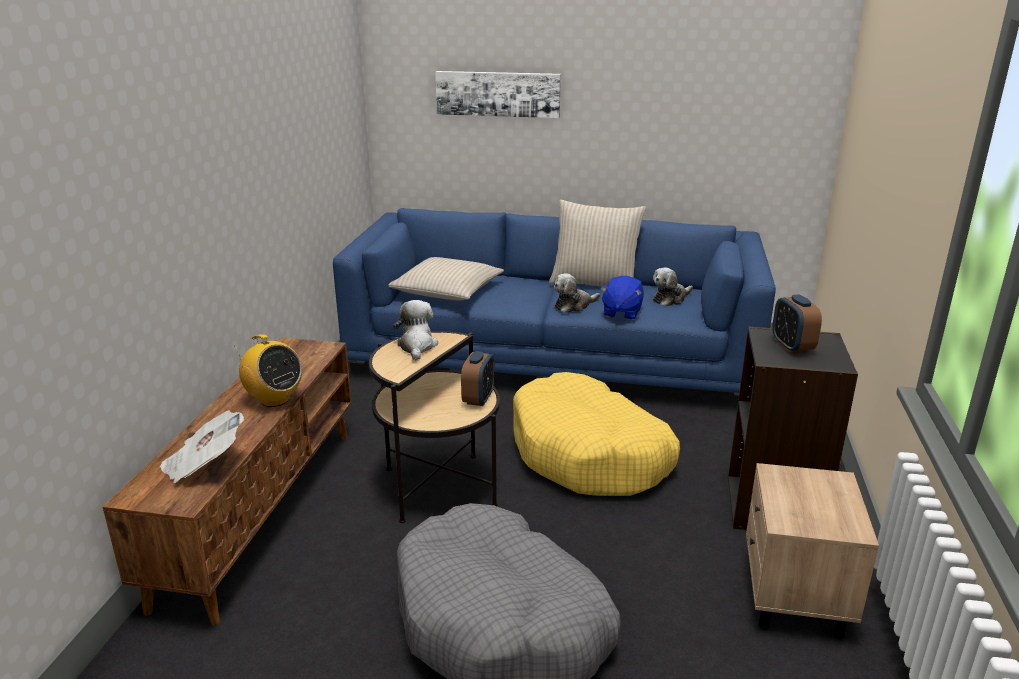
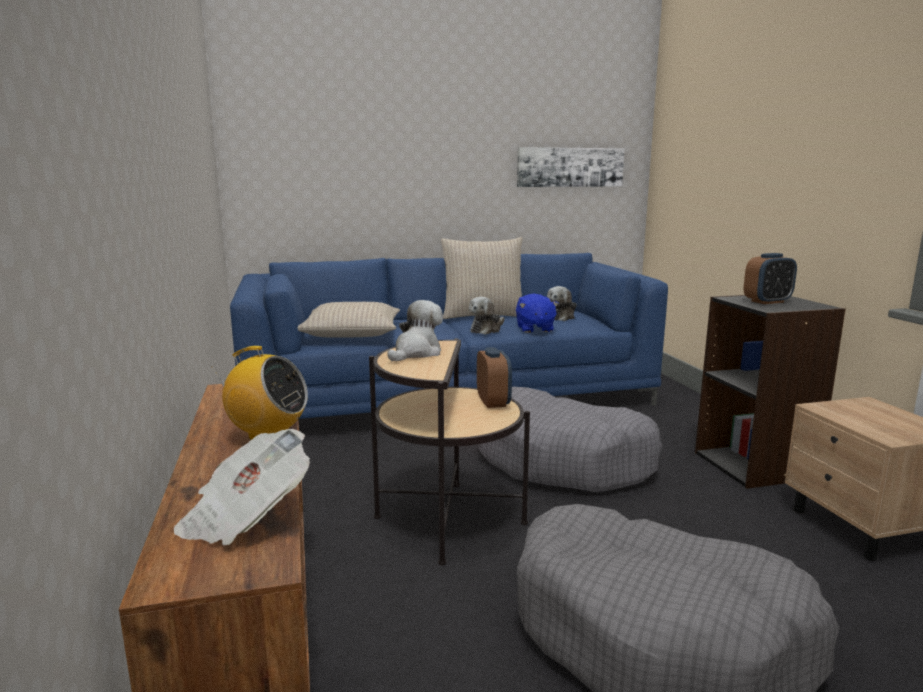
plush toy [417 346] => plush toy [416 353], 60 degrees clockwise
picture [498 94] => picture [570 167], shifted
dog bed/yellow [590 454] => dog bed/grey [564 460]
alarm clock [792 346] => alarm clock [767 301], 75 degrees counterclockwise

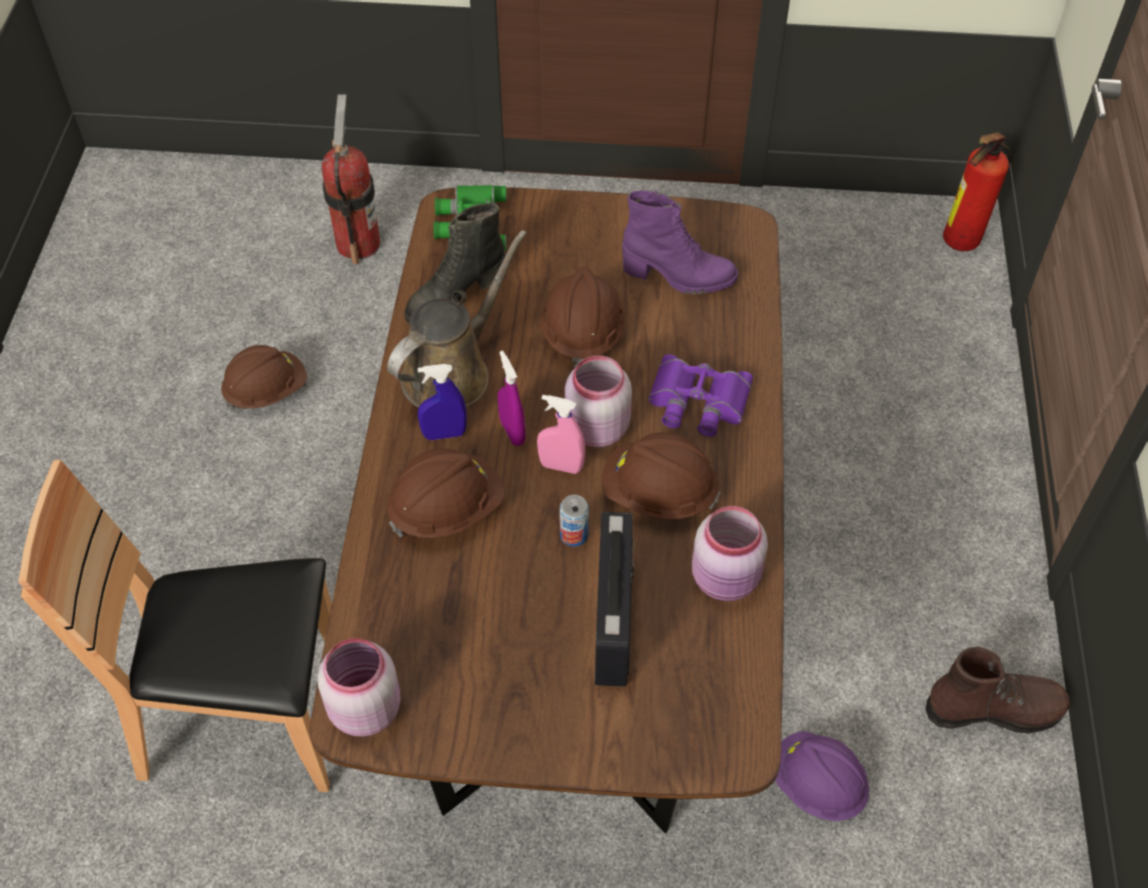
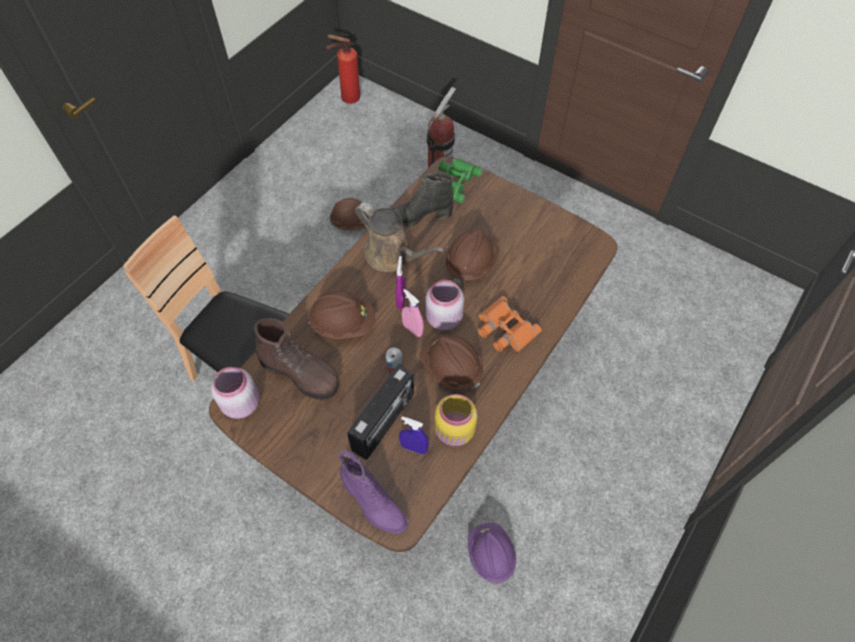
watering can/brown [452 372] => watering can/brown [393 255], 60 degrees clockwise
spray bottle/blue [444 434] => spray bottle/blue [414 448], shifted
boot/purple [678 277] => boot/purple [373 505], shifted
binoculars/purple [697 403] => binoculars/orange [504 329]
jar/pink [727 580] => jar/yellow [455 432]
boot/brown [993 710] => boot/brown [300 373], shifted
fire extinguisher [957 243] => fire extinguisher [347 99], shifted

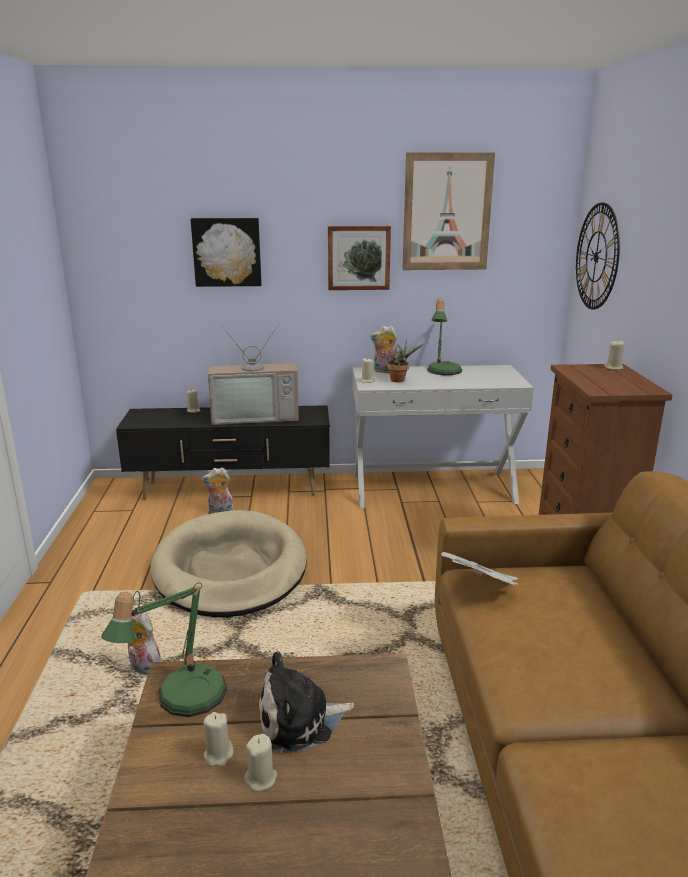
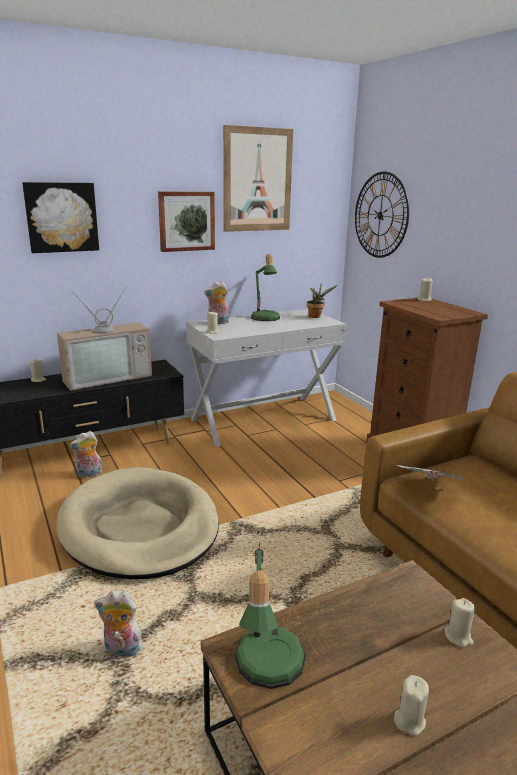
candle/beige [218 755] => candle/beige [458 636], shifted
plush toy [300 721] => nothing
potted plant [400 380] => potted plant [316 316], shifted

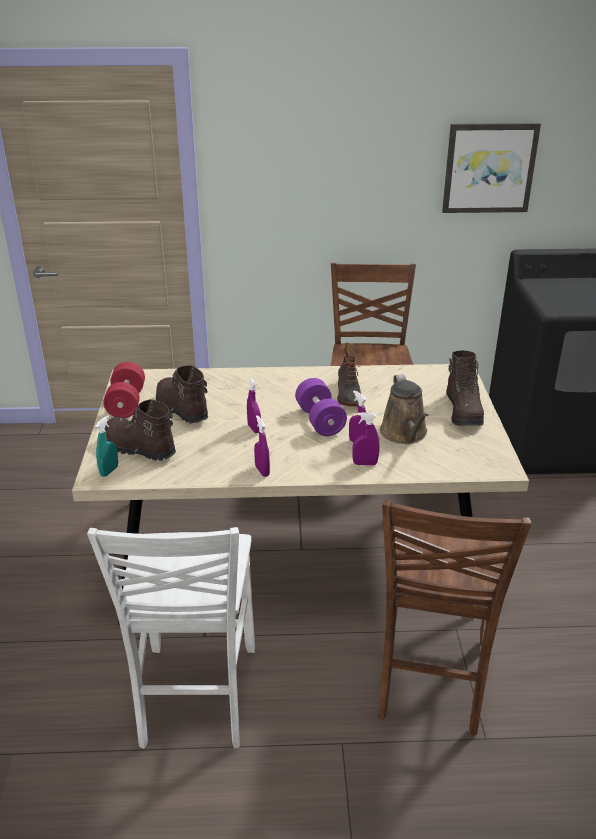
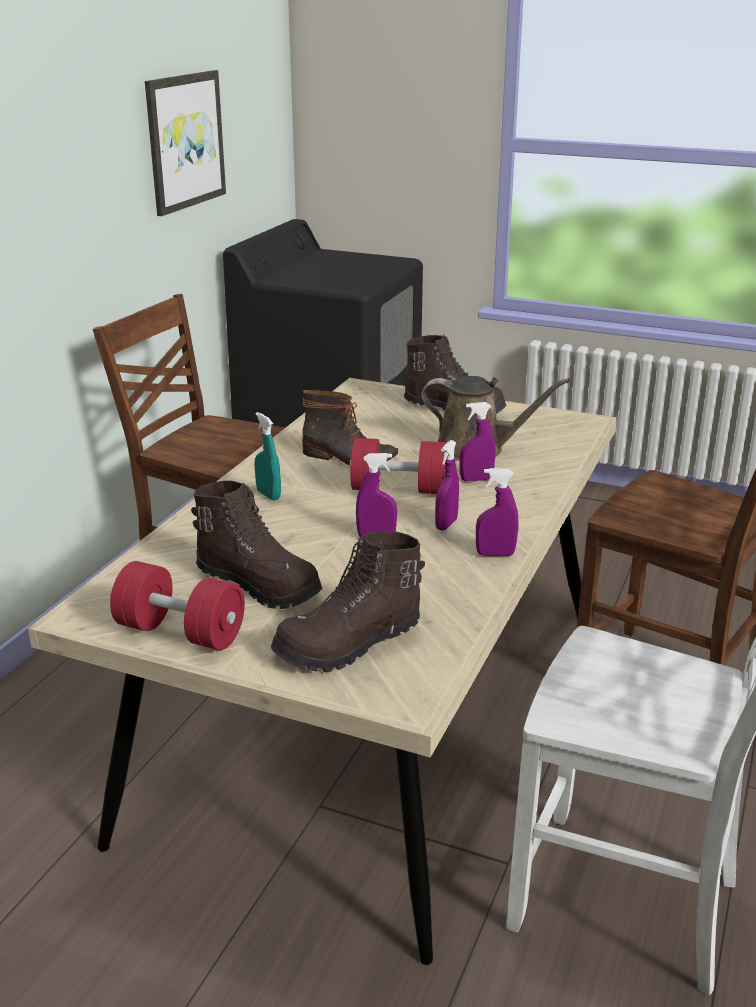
spray bottle/turquoise [109 471] => spray bottle/turquoise [268 495], shifted
boot/brown [181 410] => boot/brown [259 584], 135 degrees counterclockwise
dumbbell/purple [320 420] => dumbbell/red [398 489]
spray bottle/purple [365 464] => spray bottle/purple [446 524], shifted

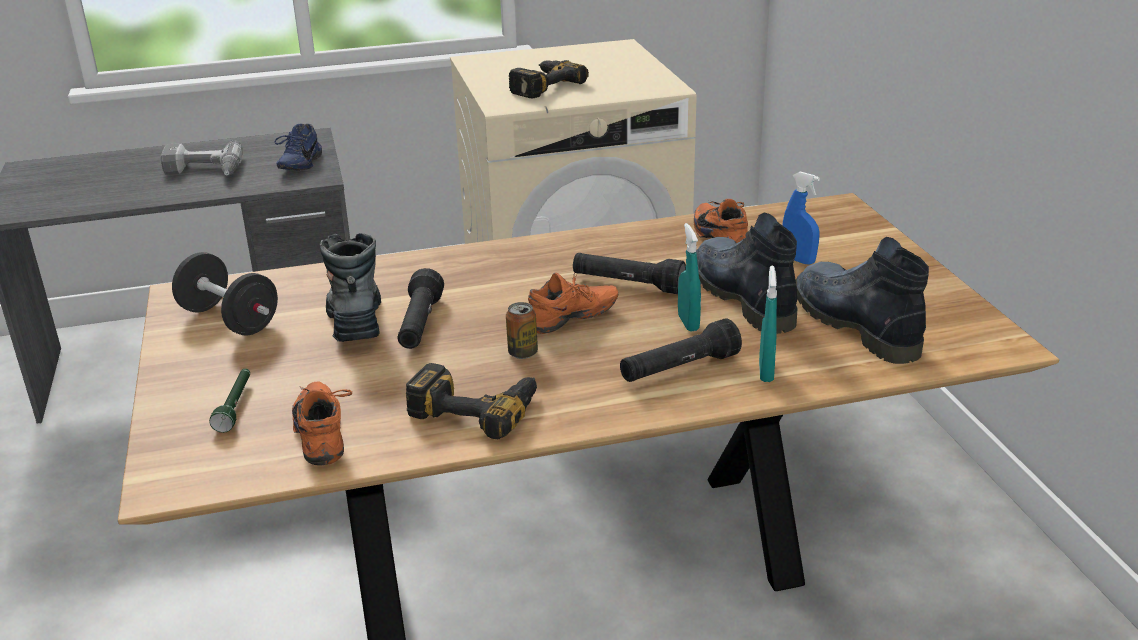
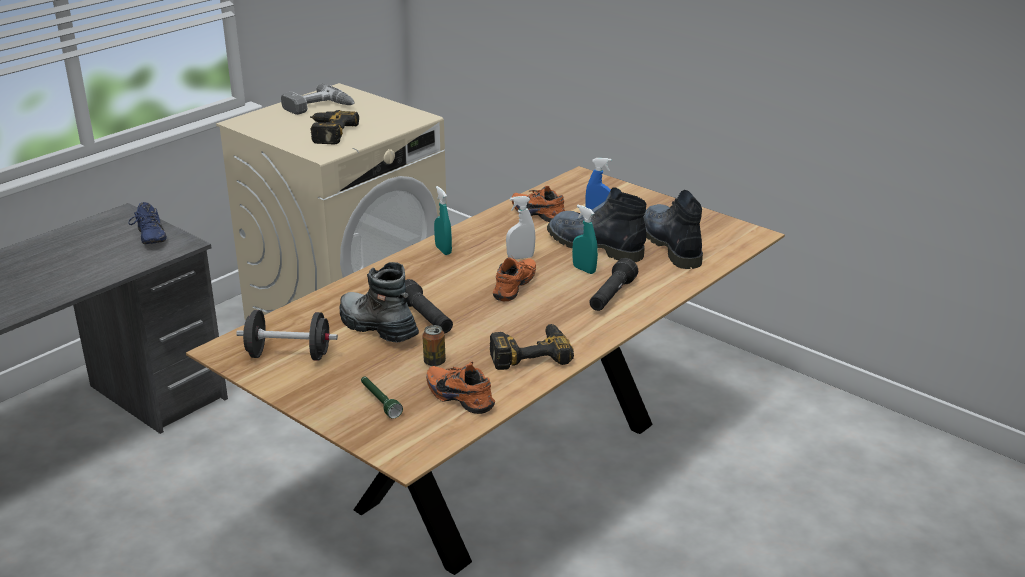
power drill [203 171] => power drill [319 108], shifted
can [522 353] => can [434 362], shifted
flashlight/black [628 285] => spray bottle/white [520 257]
spray bottle/turquoise [766 372] => spray bottle/turquoise [443 250], shifted
boot [853 323] => boot [670 244], 45 degrees clockwise

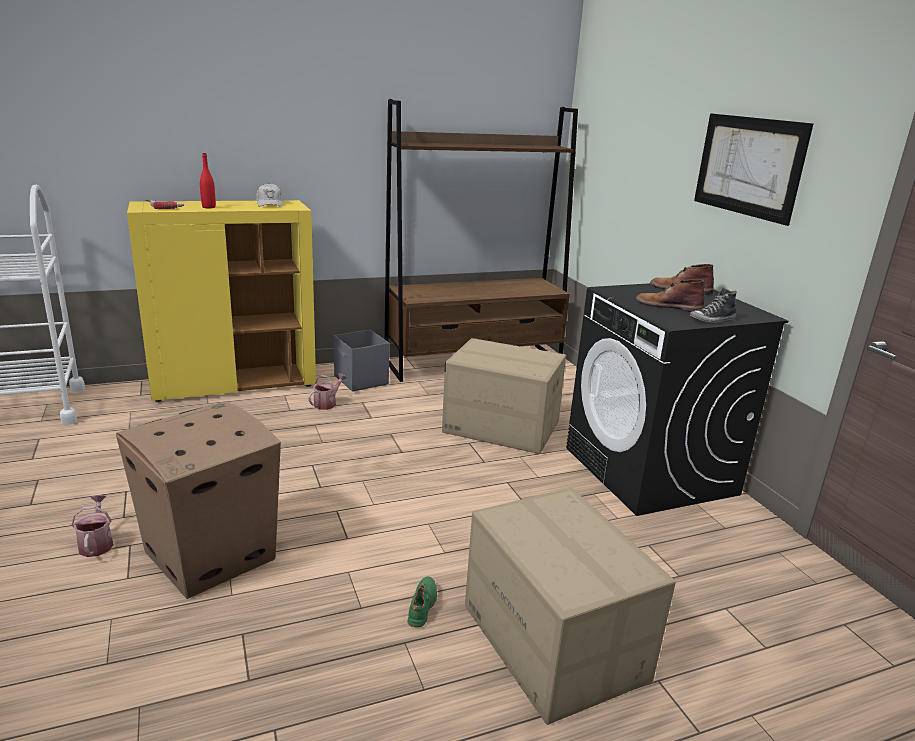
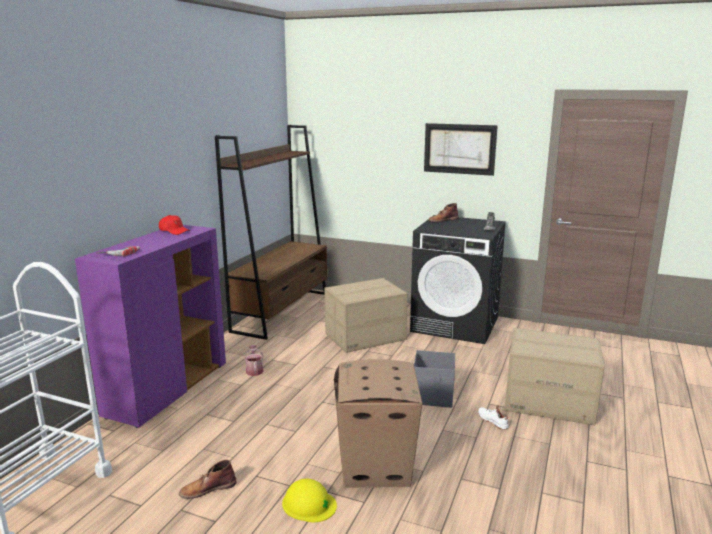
watering can [97 543] => hard hat/yellow [309 504]
cabinet/yellow [235 384] => cabinet/purple [168 390]
bottle/red [208 207] => nothing
cap/white [270 203] => cap/red [174 231]
storage box/grey [361 380] => storage box/grey [433 397], shifted
shoe/green [423 606] => shoe/white [493 421]
boot/brown [668 306] => boot/brown [207 489], shifted

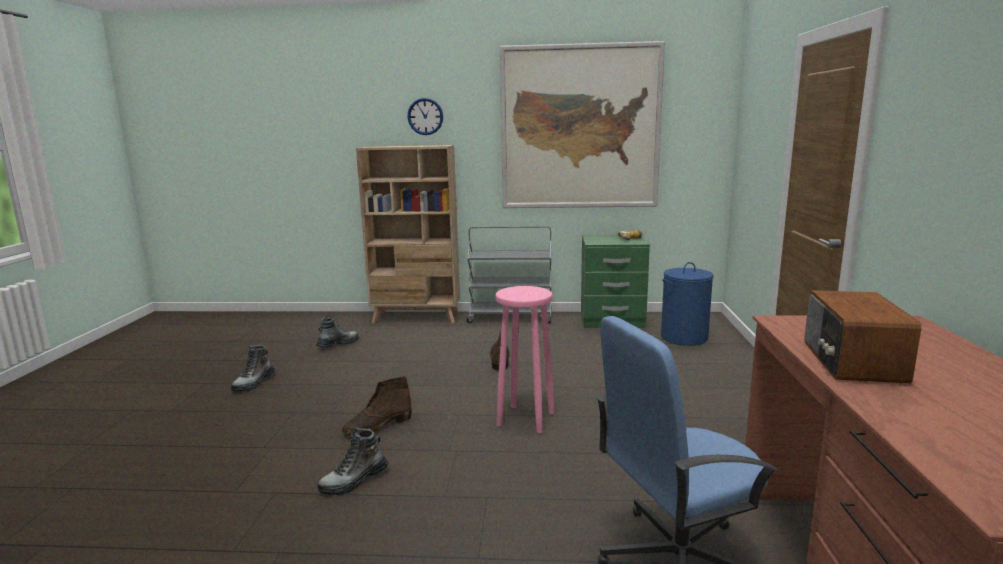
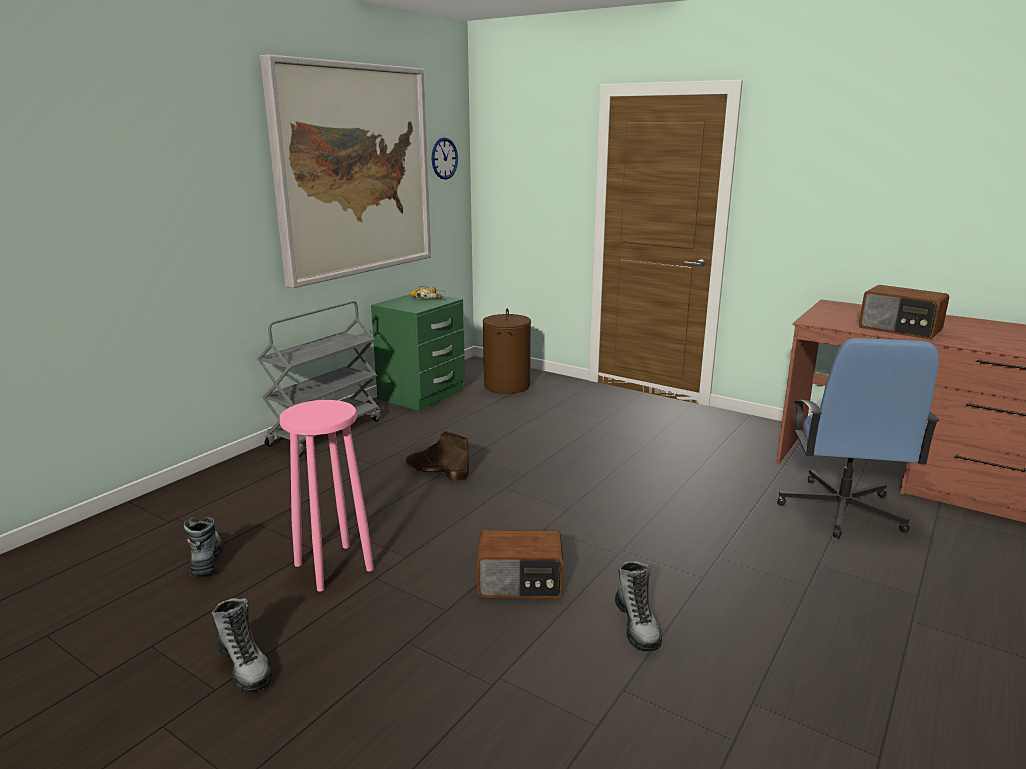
boot/brown [377 426] => radio [520 584]
bookcase/beige [416 318] => nothing
wall clock [425 116] => wall clock [444 158], shifted
stool/pink [525 419] => stool/pink [334 567], shifted
laundry basket/blue [683 337] => laundry basket/brown [507 386]

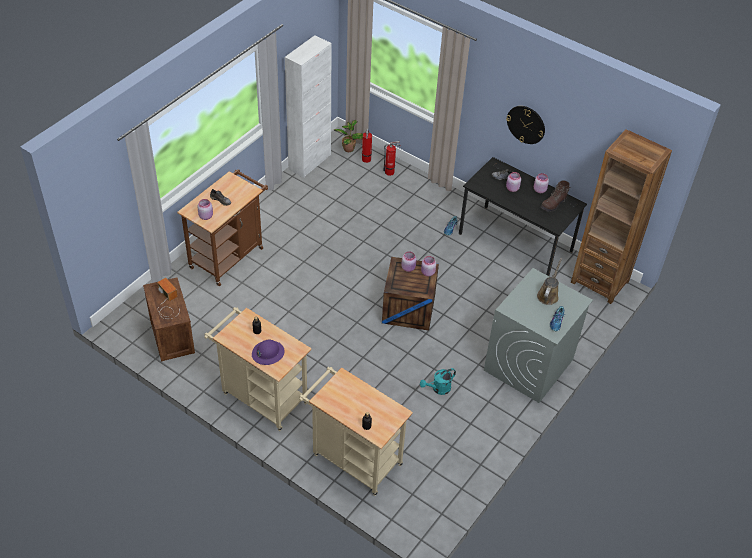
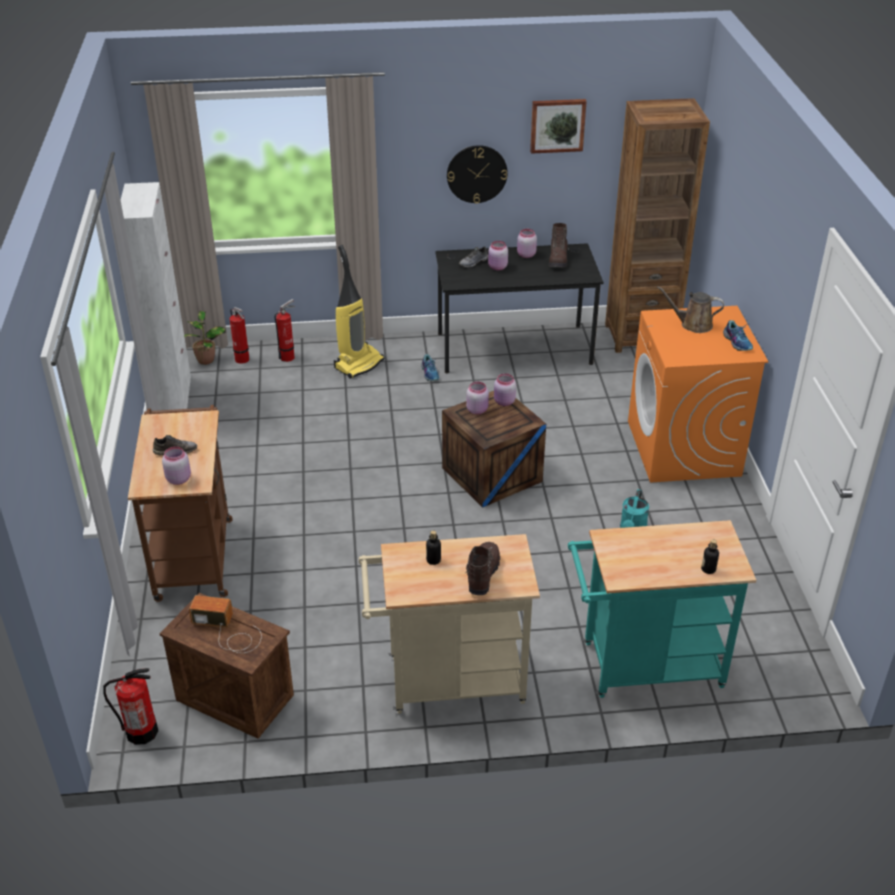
hard hat/purple [267 353] => boot/brown [482 574]
cart/beige [352 457] => cart/turquoise [643 666]
washing machine/grey [528 365] => washing machine/orange [684 449]
watering can/brown [548 295] => watering can/brown [693 324], 60 degrees counterclockwise
nothing => fire extinguisher [141 731]
nothing => vacuum cleaner [358 364]
nothing => picture [557 125]

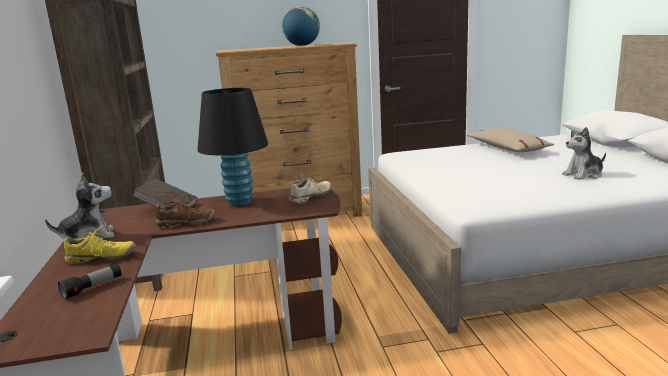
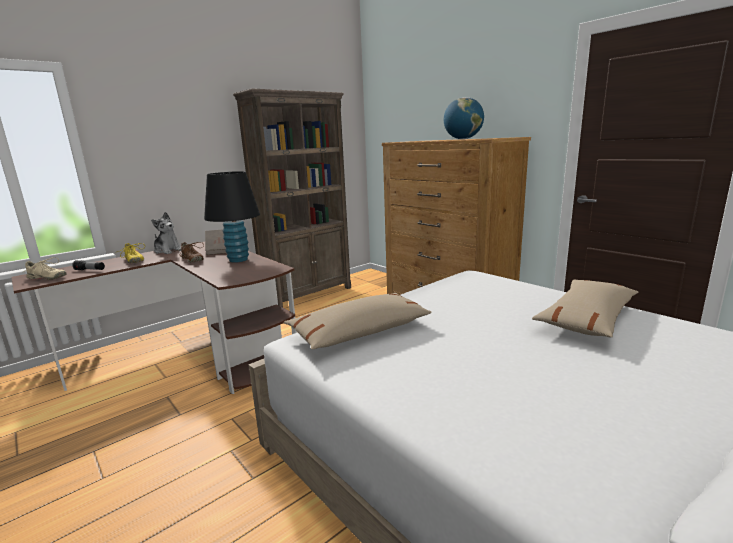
shoe/beige [311 197] => shoe/beige [47 278], shifted
plush toy [583 175] => nothing
nothing => pillow/beige [360 332]

